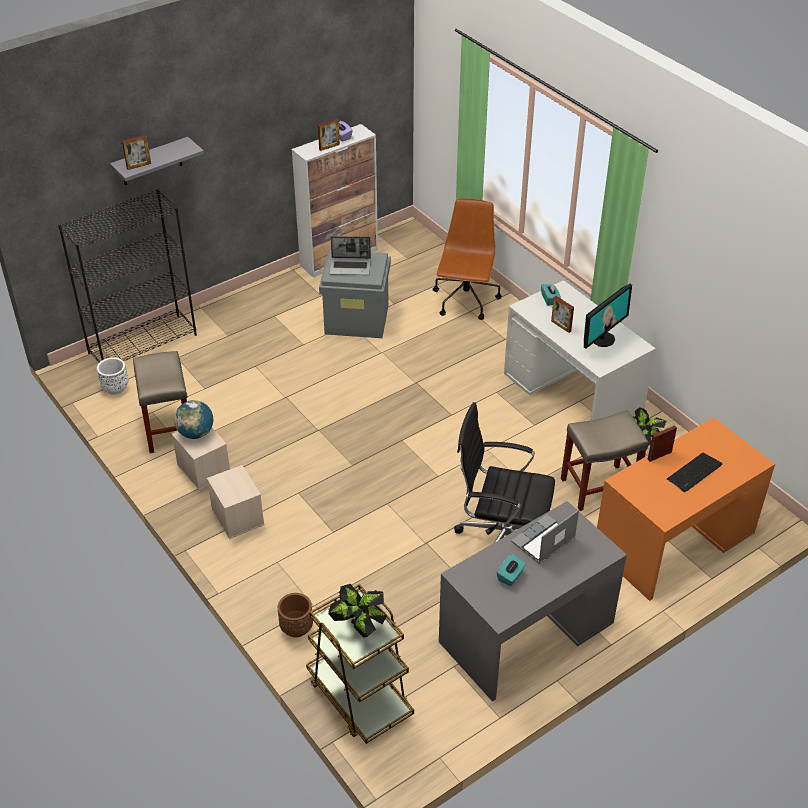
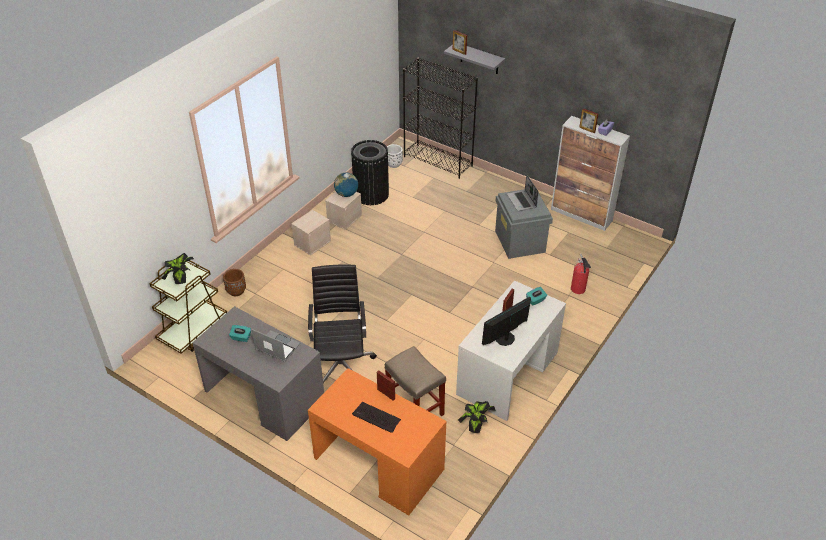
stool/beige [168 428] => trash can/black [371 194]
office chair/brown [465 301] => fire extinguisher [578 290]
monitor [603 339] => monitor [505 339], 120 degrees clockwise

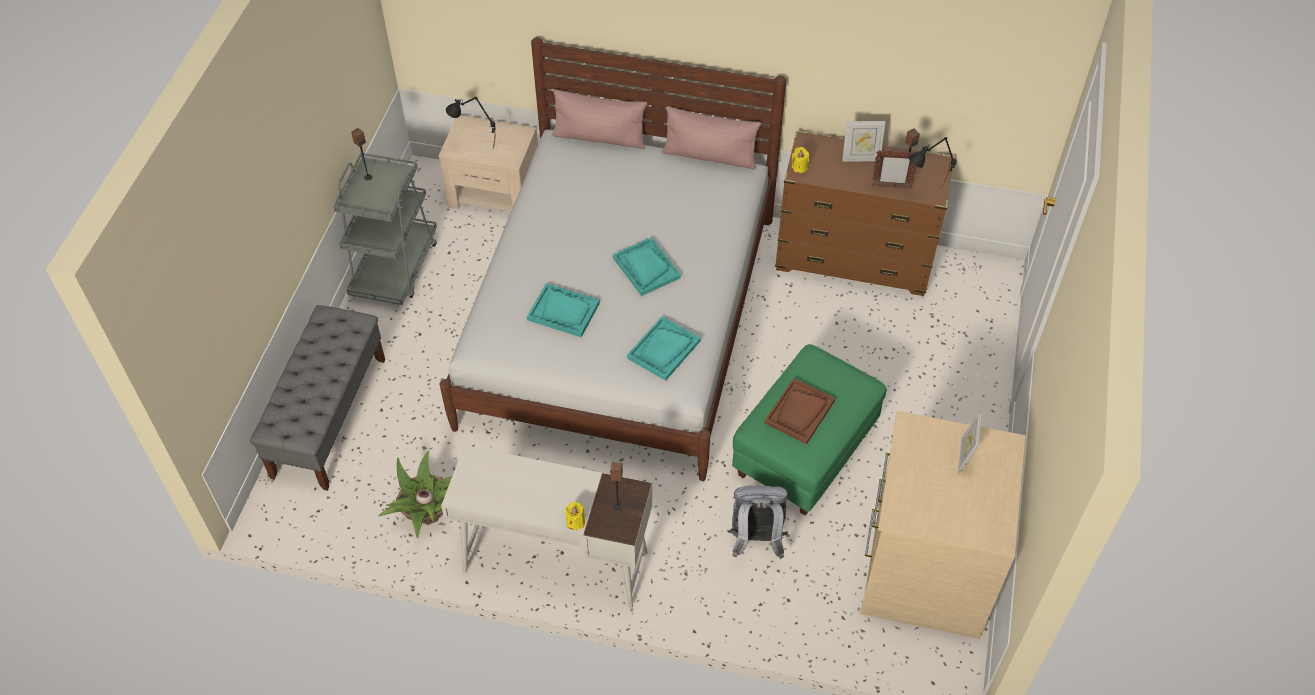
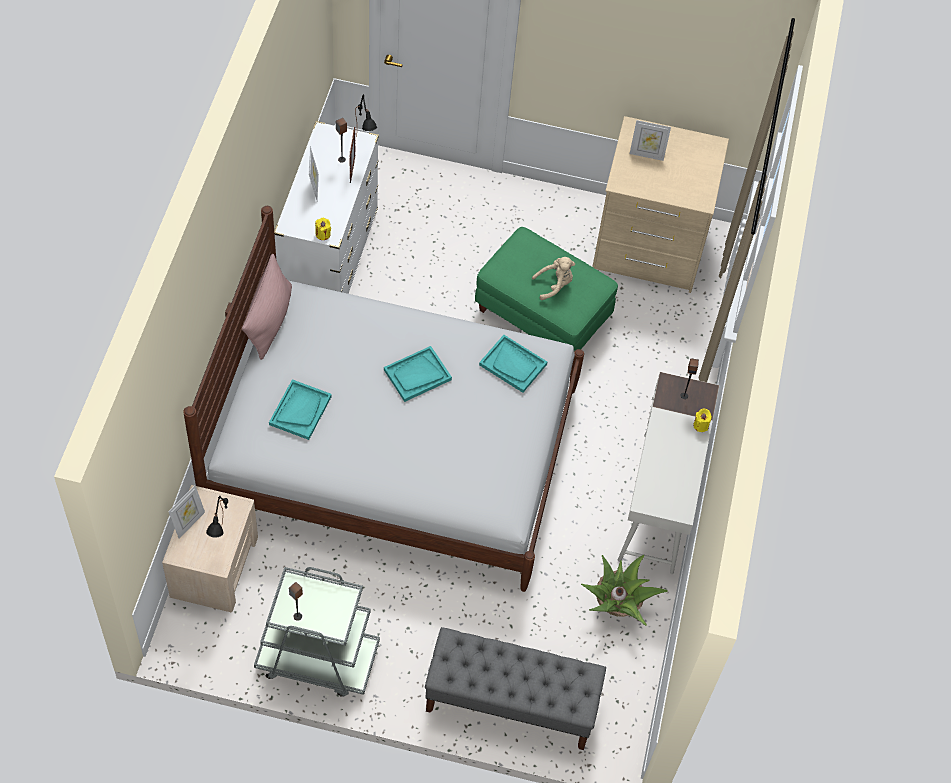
tray/turquoise [563 311] => tray/turquoise [300 410], shifted
pillow/pink [599 138] => nothing
backpack/grey [756 540] => nothing
tray/brown [799 412] => plush toy/beige [554 285]
dresser/brown [854 260] => dresser/white [329 259]
nothing => picture frame [189 523]

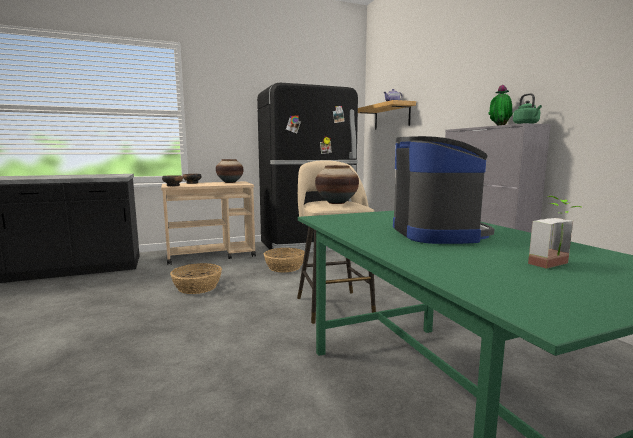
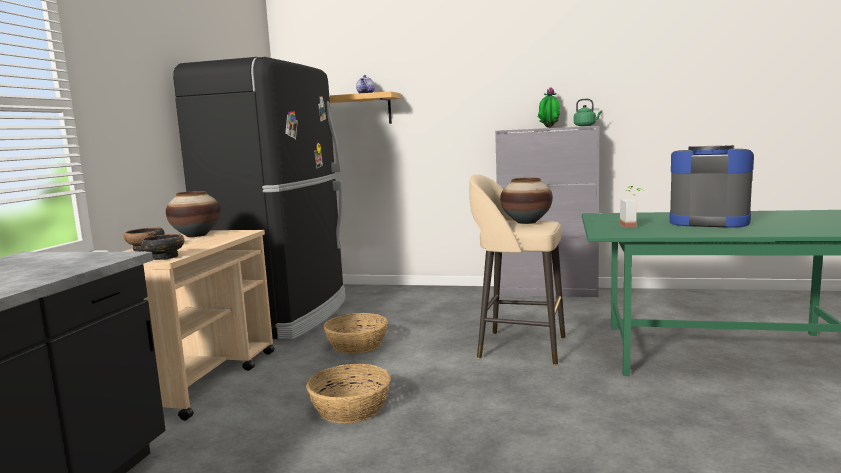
potted plant [556 265] => potted plant [632 225], shifted

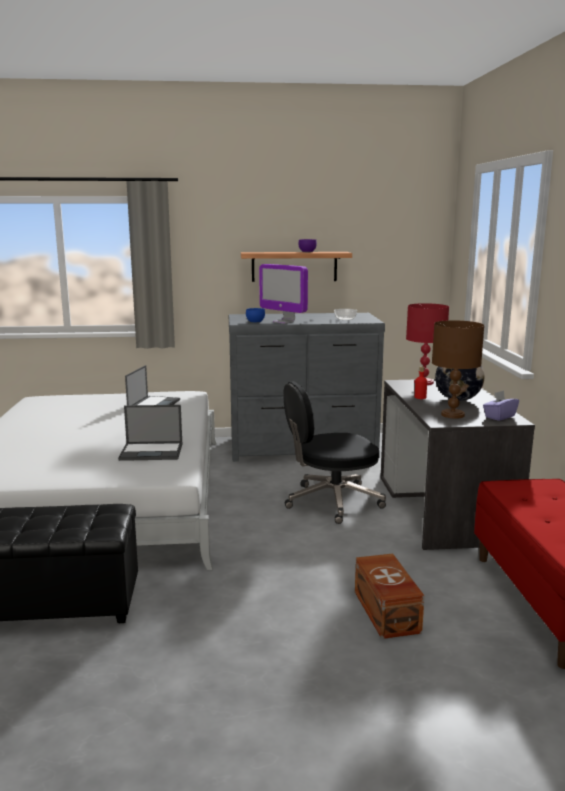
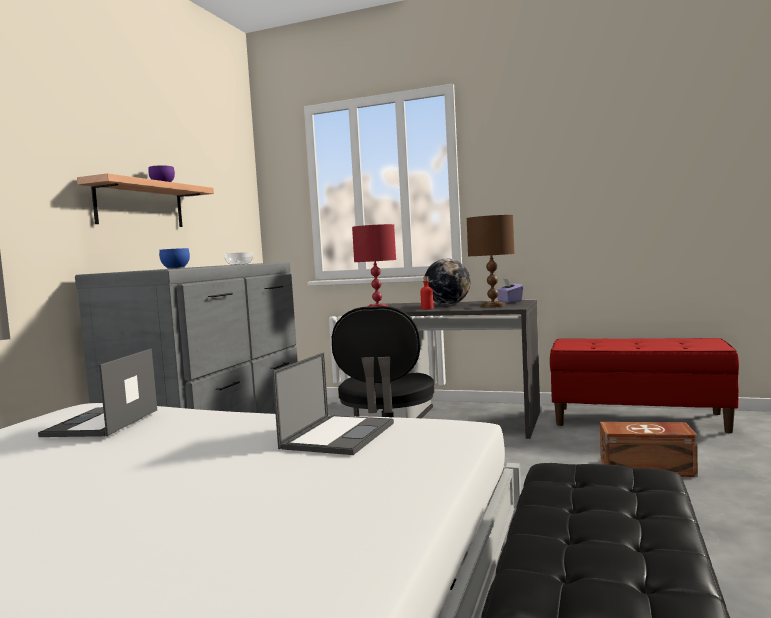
laptop [154 404] => laptop [101 423], 120 degrees counterclockwise
monitor [284 322] => nothing

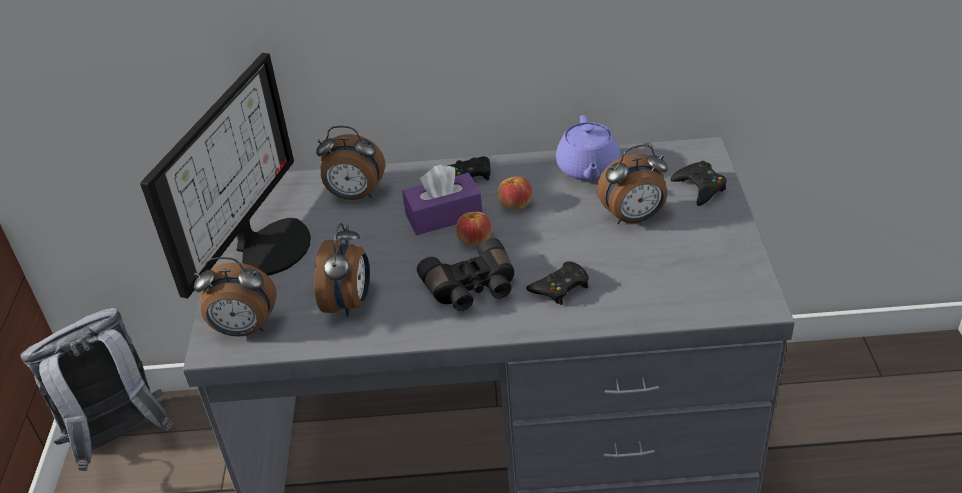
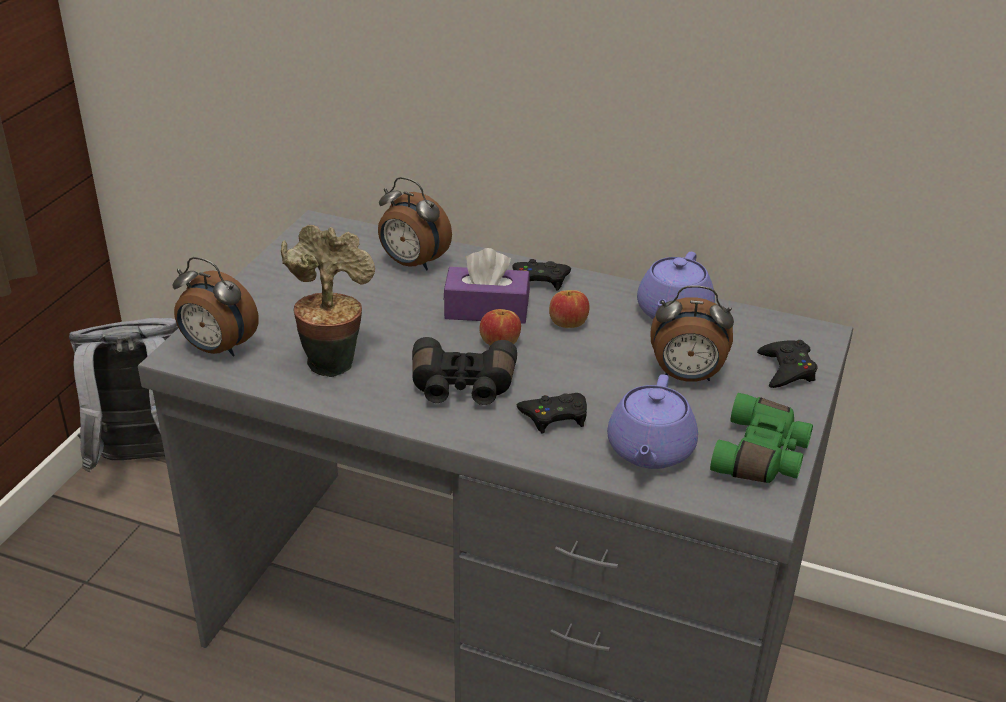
monitor [267 245] => nothing
alarm clock [349 303] => potted plant [332 359]
nothing => teapot/purple [650 450]
nothing => binoculars/green [762 456]

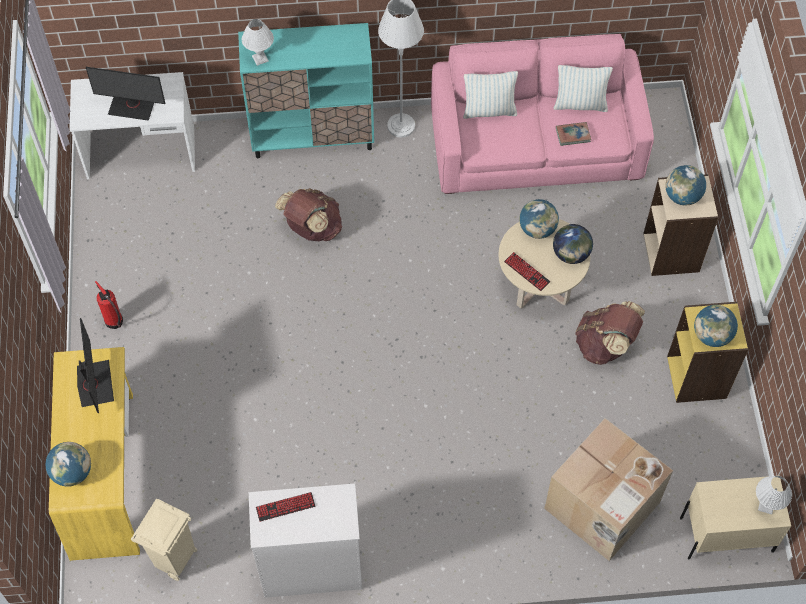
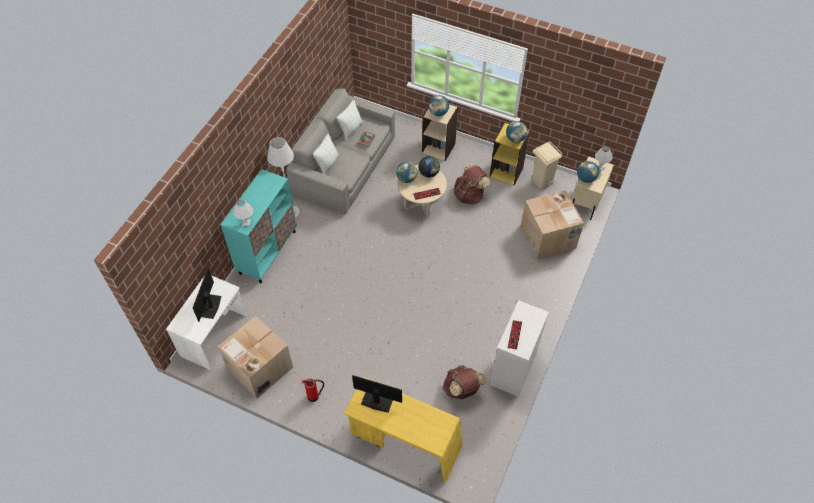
globe [72 472] => globe [586 178], shifted
monitor [132 106] => monitor [209 306], 150 degrees clockwise
trash can/beige [174 560] => trash can/beige [542 182], shifted
backpack/brown [312 229] => backpack/brown [462 390], shifted
sofa/pink [535 144] => sofa/grey [344 166]
nothing => cardboard box [258 368]

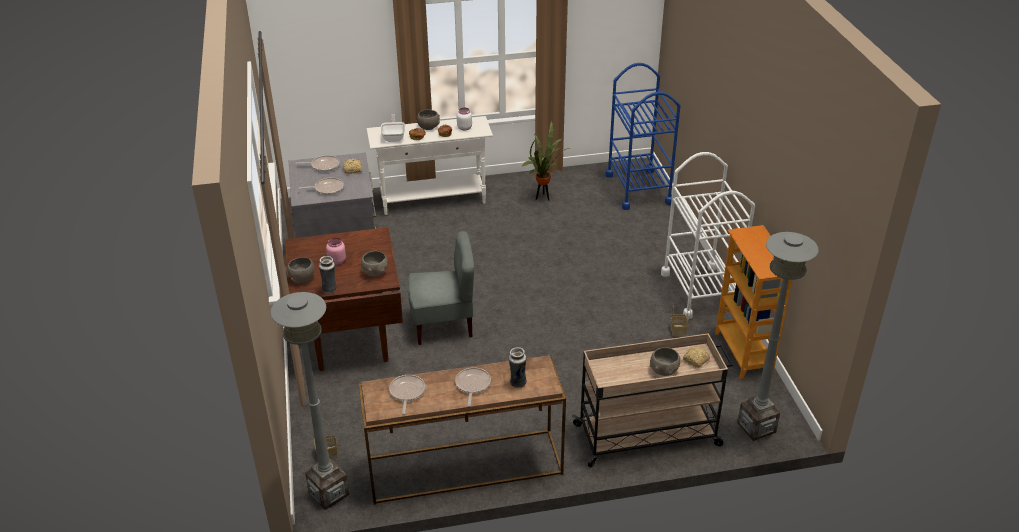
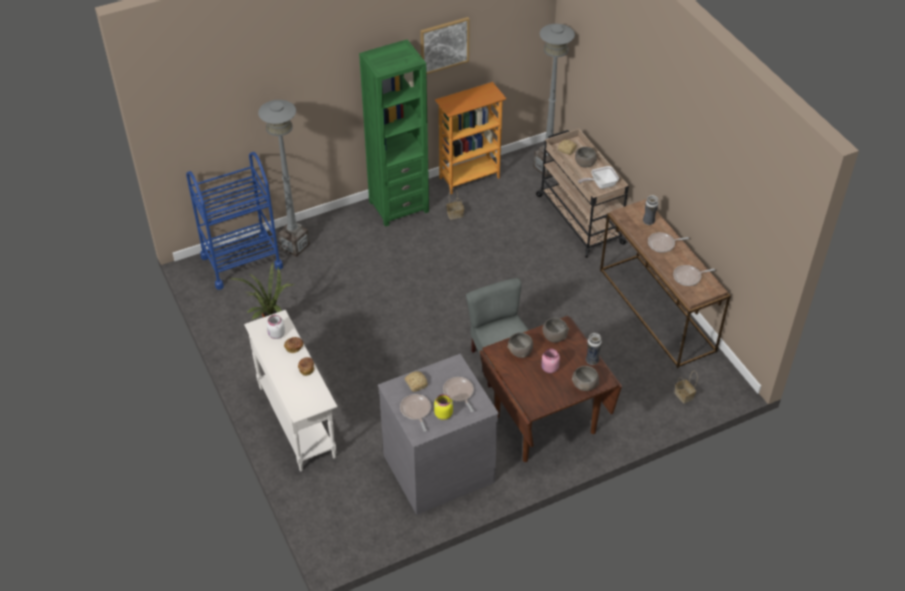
floor lamp/grey [328 493] => floor lamp/grey [295 246], shifted
frying pan [394 137] => frying pan [600 184], shifted
bowl/grey [428 127] => bowl/grey [519 351], shifted
cart/white [700 291] => bookcase/green [398 206]
nothing => picture [444 45]
nothing => jar/yellow [443 414]

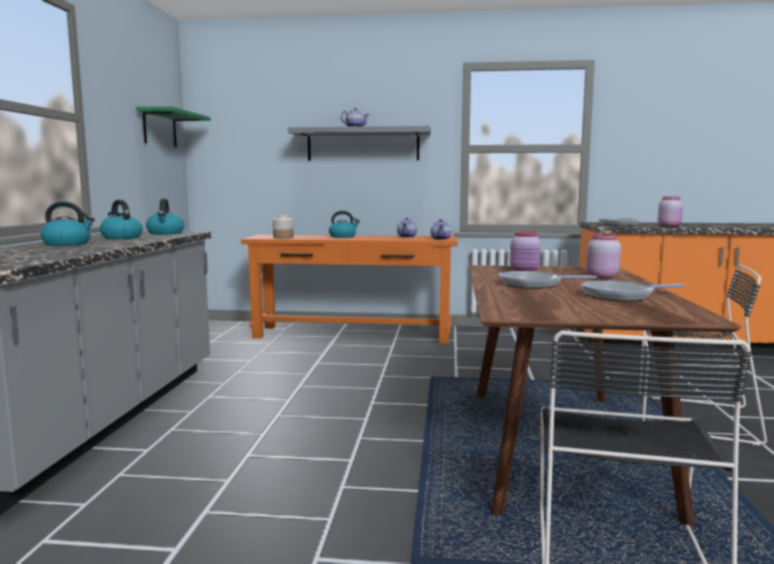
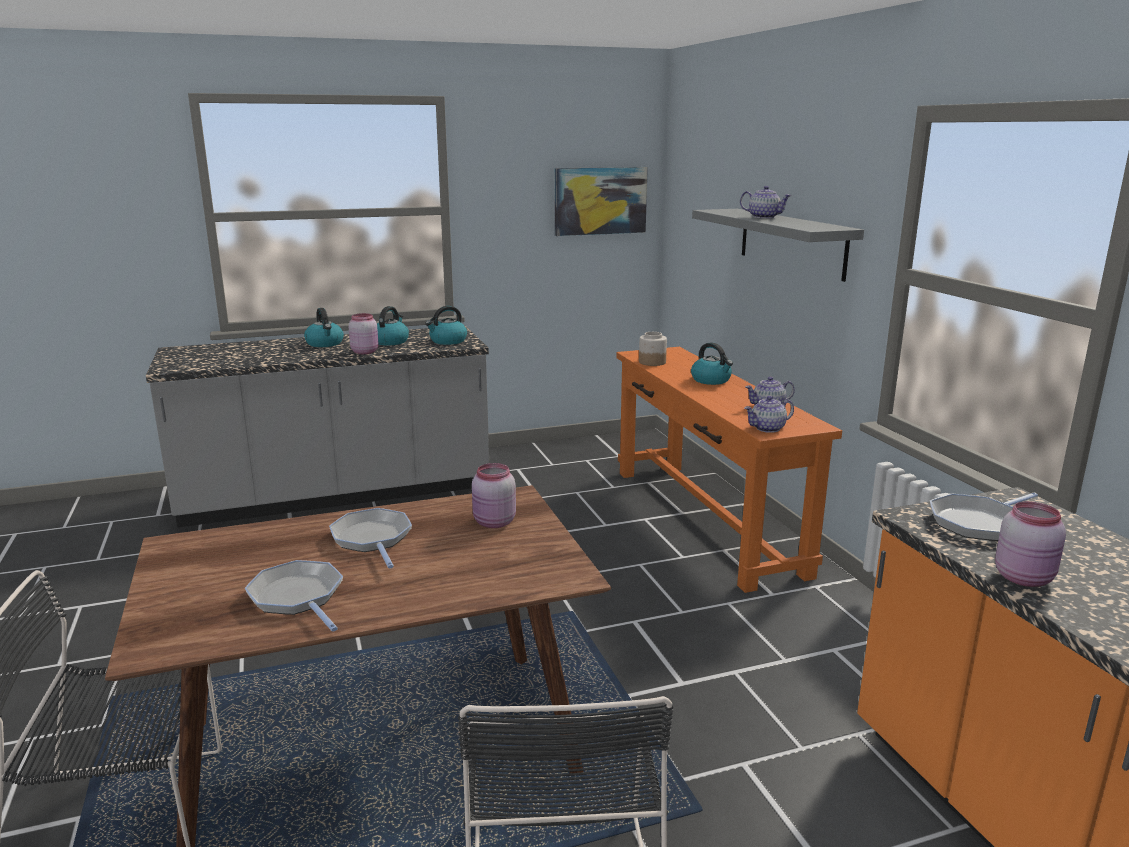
shelf/green [159 128] => picture [600 201]
jar/pink [601 277] => jar/pink [365 352], shifted

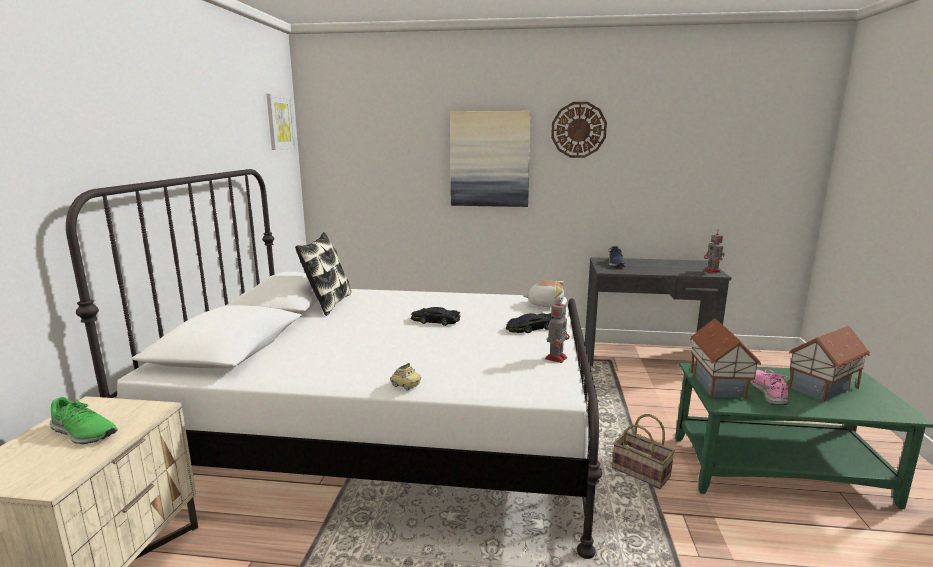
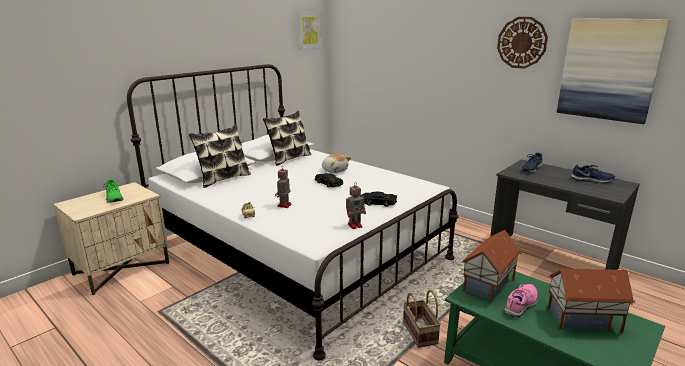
picture [489 159] => picture [608 69], shifted
plush toy [545 304] => plush toy [335 170], shifted
toy robot [713 271] => toy robot [284 205], shifted
nothing => pillow [223 179]
nothing => shoe/blue [592 180]

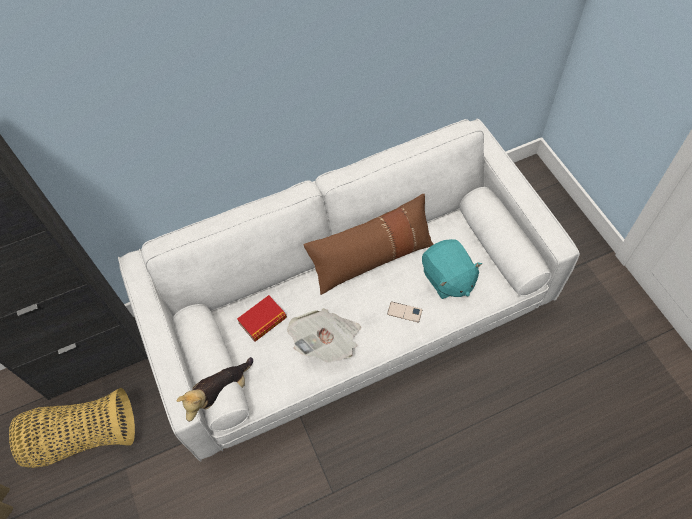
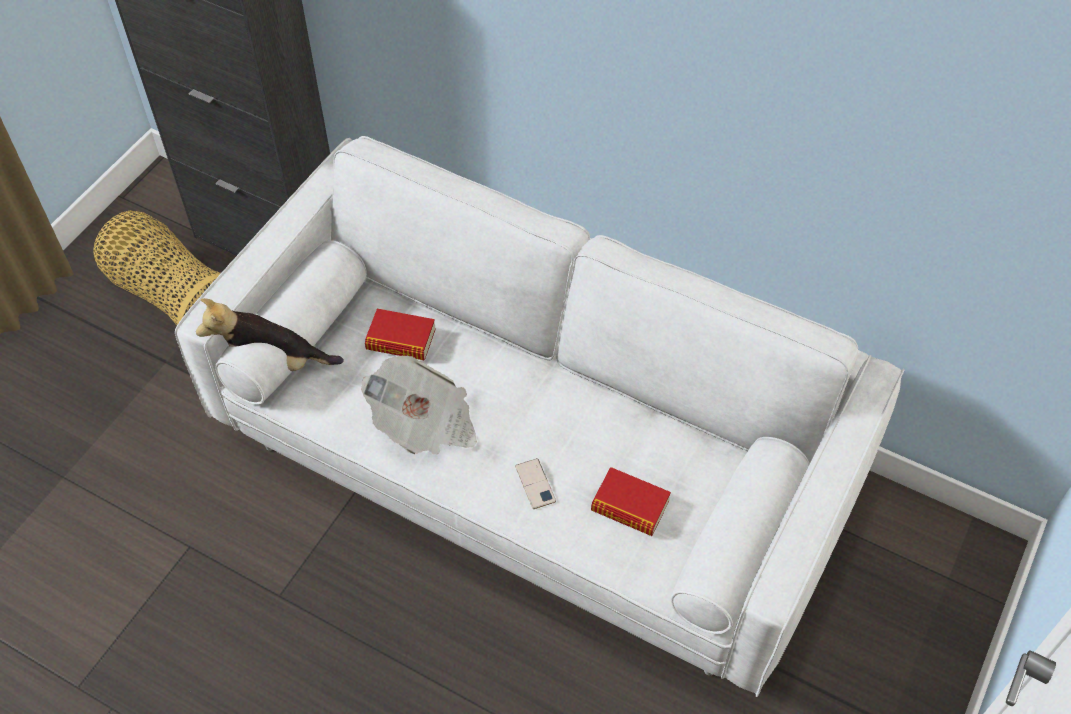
pillow/brown [372 258] => nothing
plush toy/turquoise [447 279] => book [630 506]

